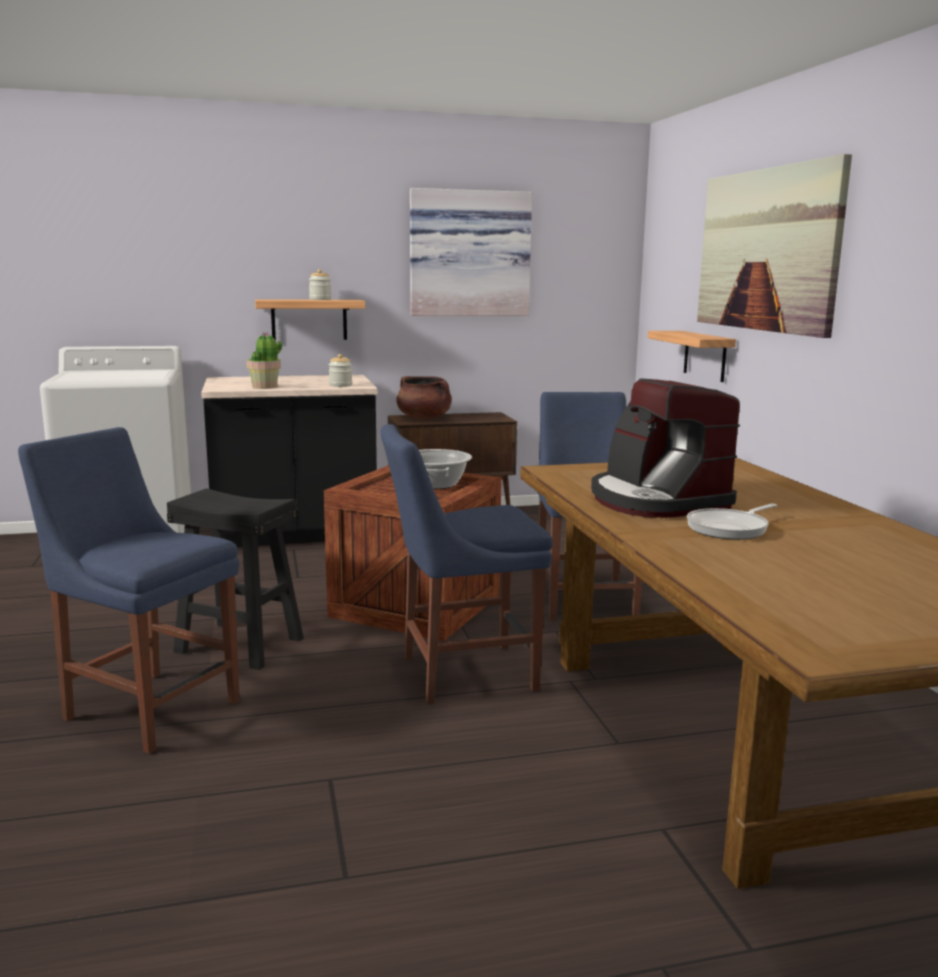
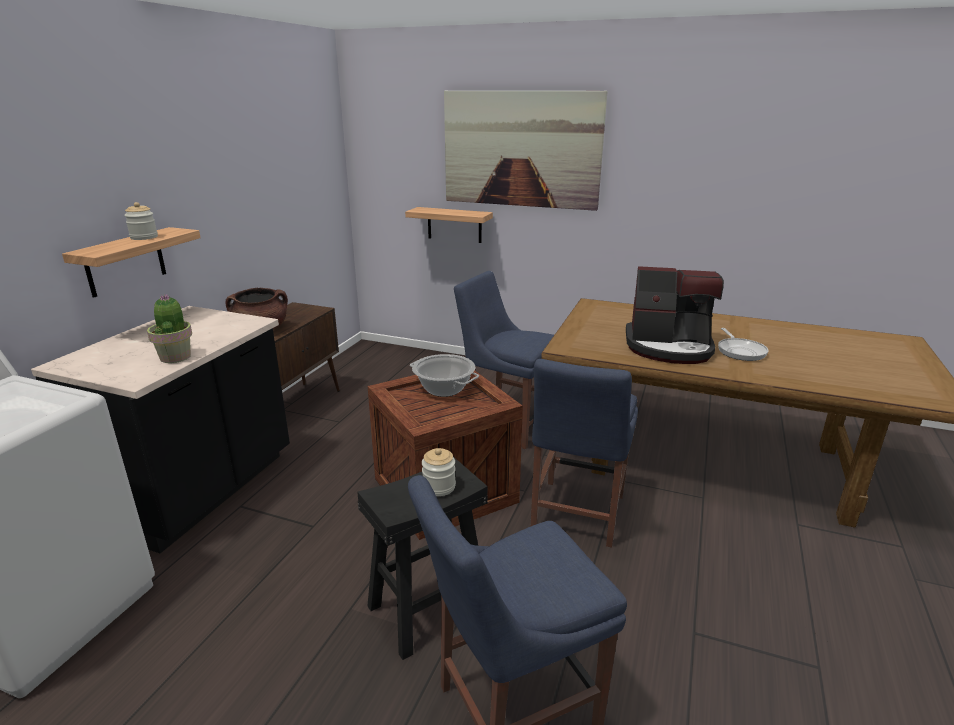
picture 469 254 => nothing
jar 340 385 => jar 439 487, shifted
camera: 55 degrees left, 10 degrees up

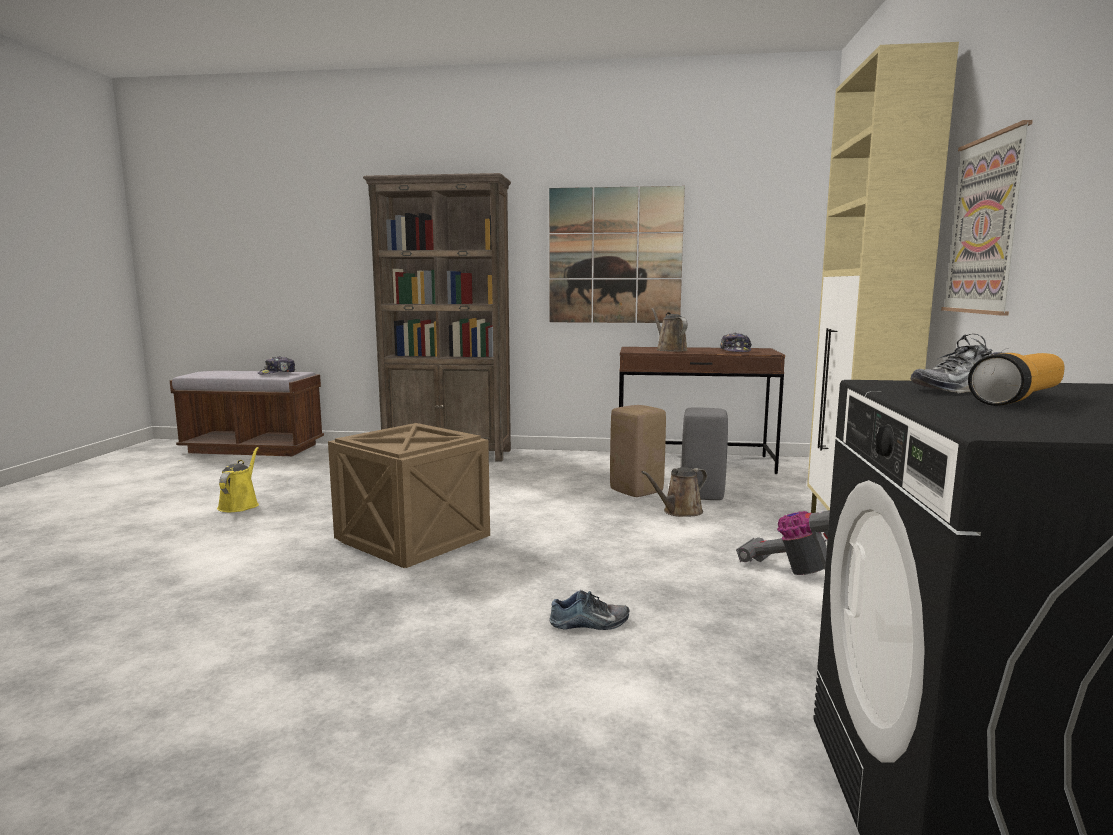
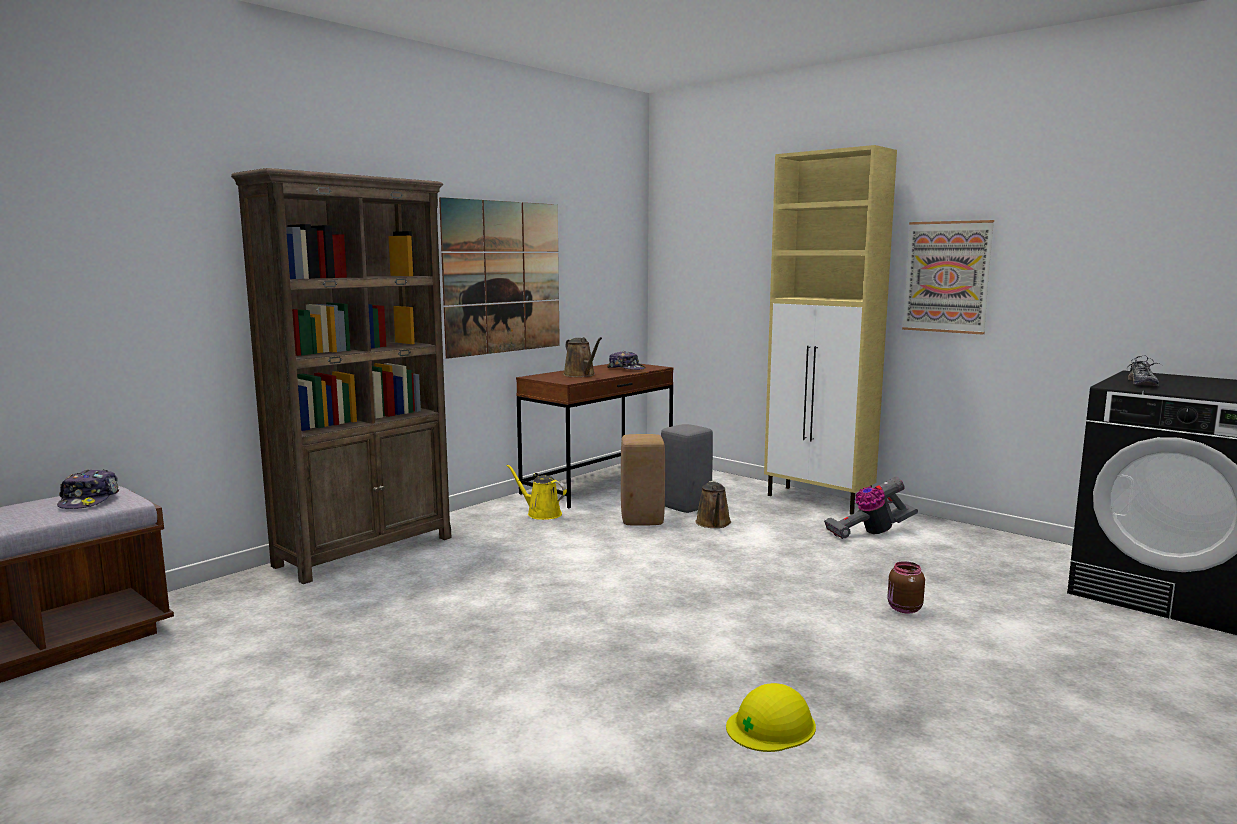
brown_watering_can 670 350 => brown_watering_can 581 375, 135 degrees counterclockwise
flashlight 1017 399 => nothing
crate 414 540 => nothing
yellow_watering_can 240 505 => yellow_watering_can 541 514, shifted
shoe 590 623 => brown_jar 903 609
nothing => yellow_hard_hat 771 726
camera: 55 degrees left, 0 degrees up

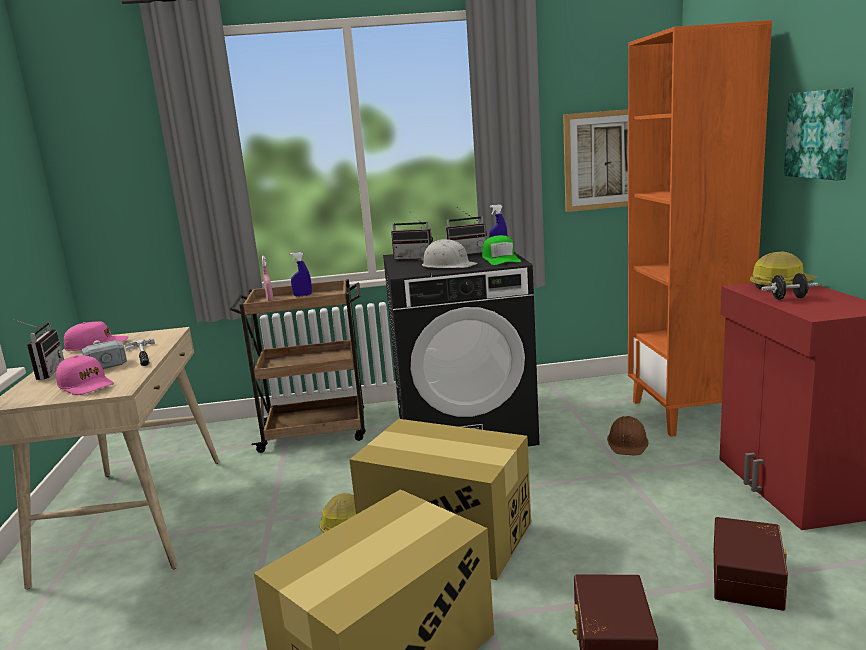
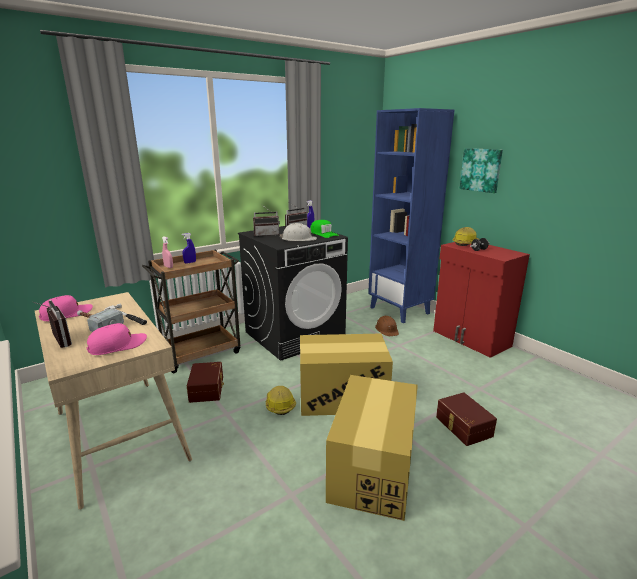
orange_bookcase 686 414 => blue_bookcase 400 310
picture 602 160 => nothing
pink_cap 86 385 => pink_cap 118 345, 45 degrees counterclockwise
brown_storage_box 749 578 => brown_storage_box 207 389, shifted
camera: 30 degrees left, 5 degrees up

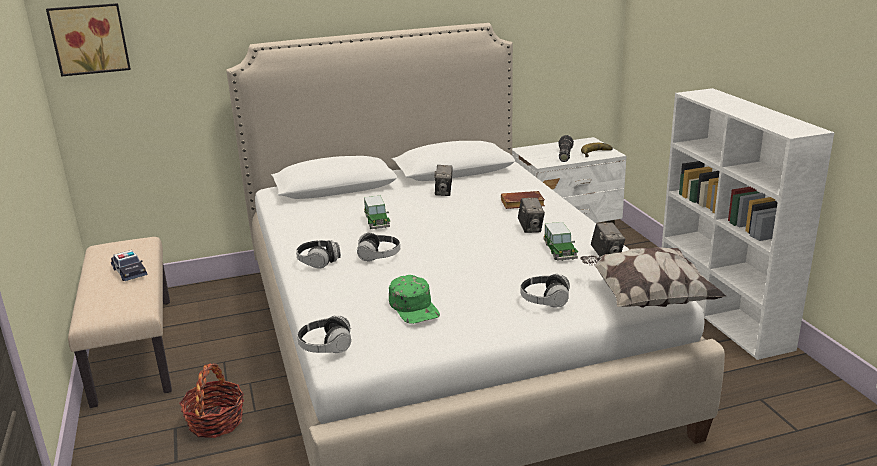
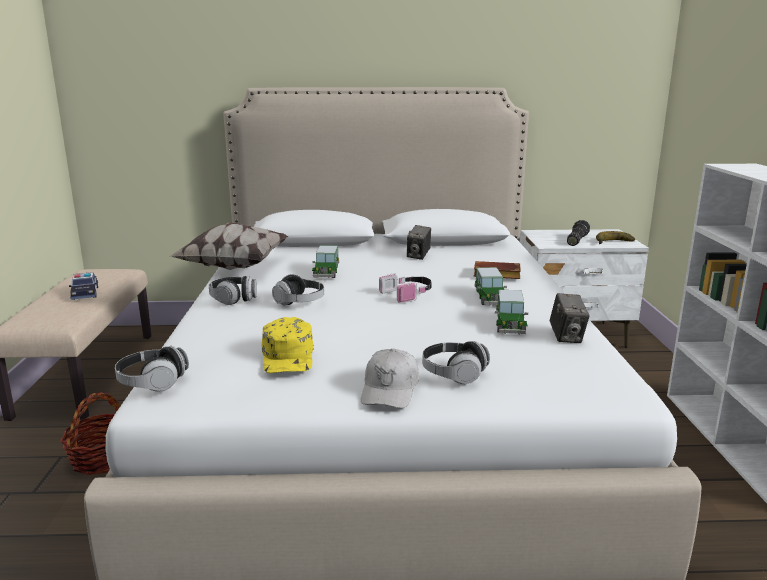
picture 89 39 => nothing
photo_camera 530 228 => toy_car 490 298
pillow 646 298 => pillow 233 266, shifted
green_cap 414 307 => yellow_cap 288 356
nothing => headphones 408 294
nothing => white_cap 390 390
camera: 15 degrees right, 5 degrees down

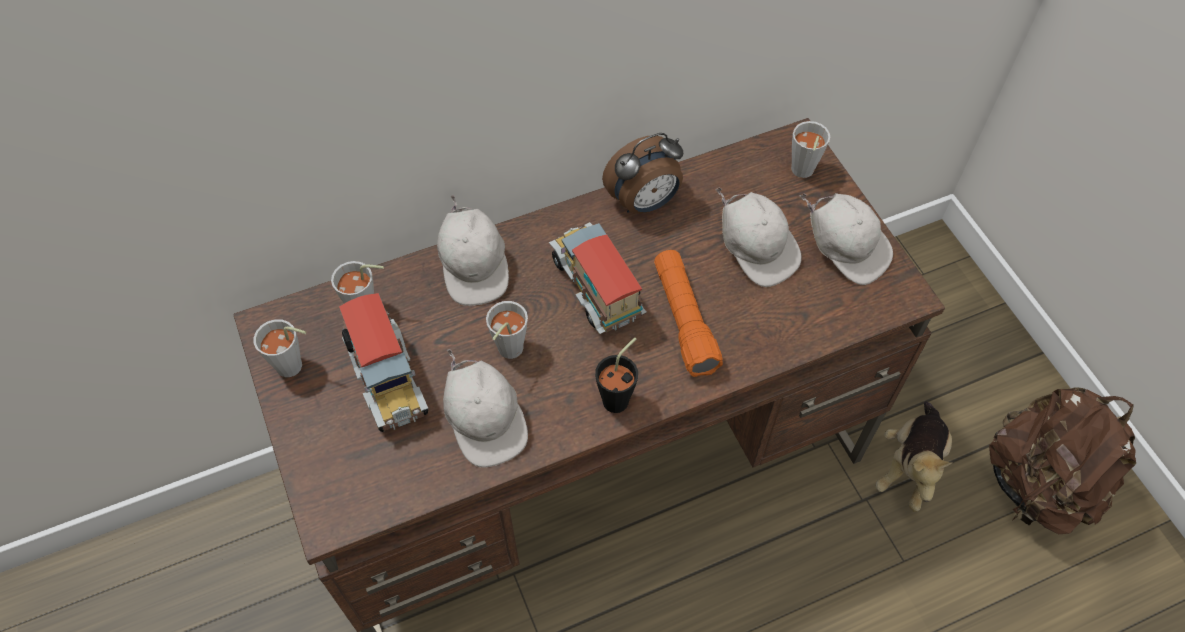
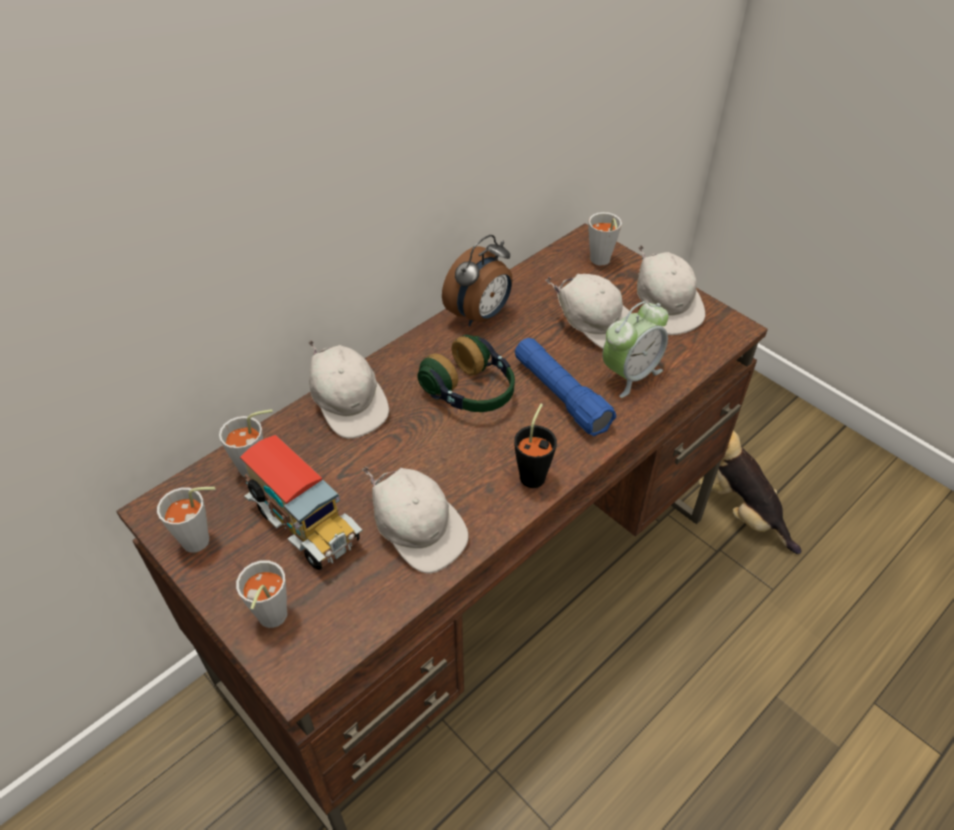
white_cap 845 249 => white_cap 665 307, 45 degrees clockwise
toy_truck 597 289 => headphones 471 392
orange_flashlight 684 320 => blue_flashlight 560 395
grey_cup 507 352 => grey_cup 270 621, shifted
brown_backpack 1038 484 => nothing
plush_toy 910 466 => plush_toy 741 512, 135 degrees clockwise
nothing => alarm_clock 630 374
camera: 20 degrees left, 10 degrees down

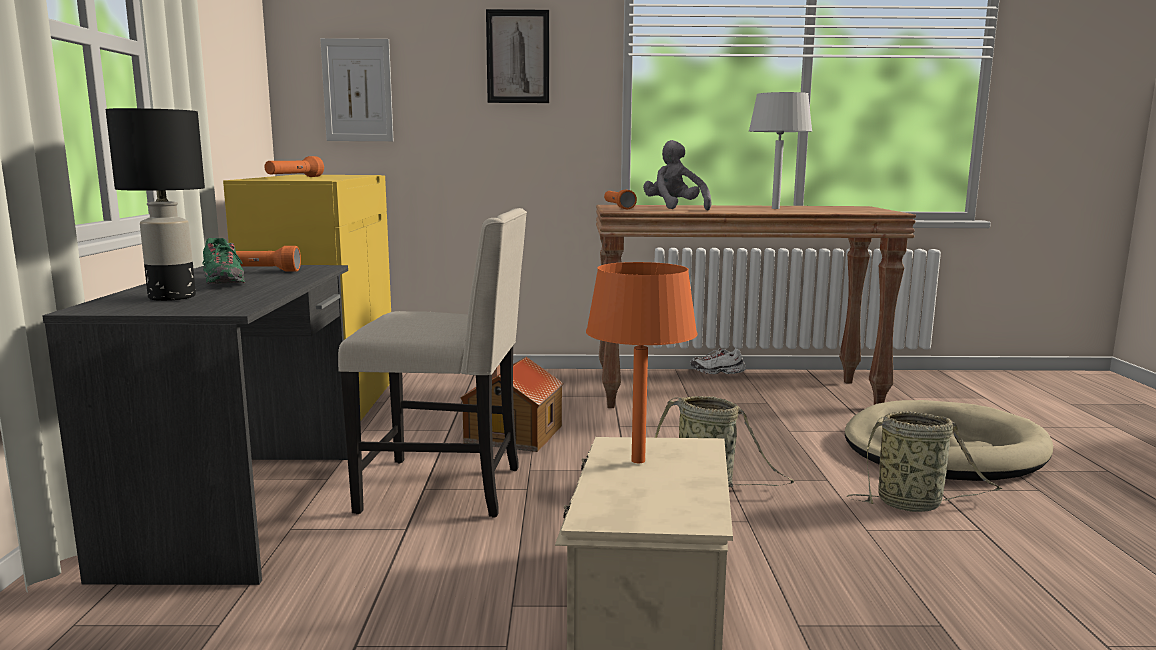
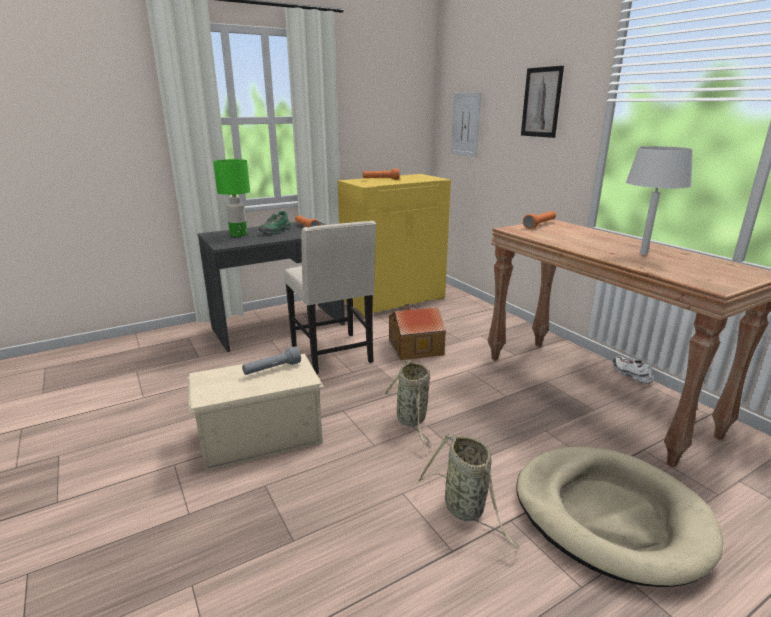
black_table_lamp 172 297 => green_table_lamp 239 235
grey_plush_toy 674 209 => nothing
orange_table_lamp 638 461 => grey_flashlight 272 369
camera: 60 degrees right, 10 degrees up

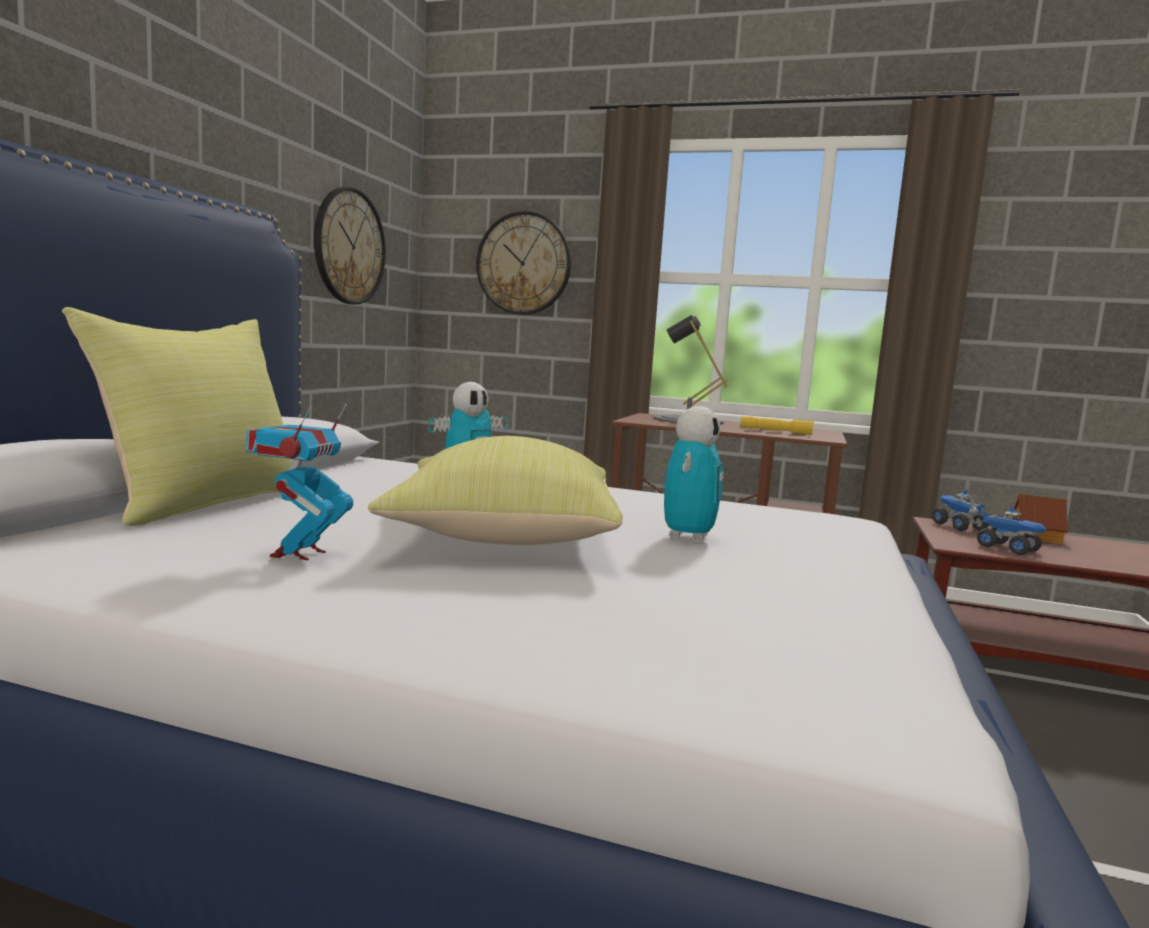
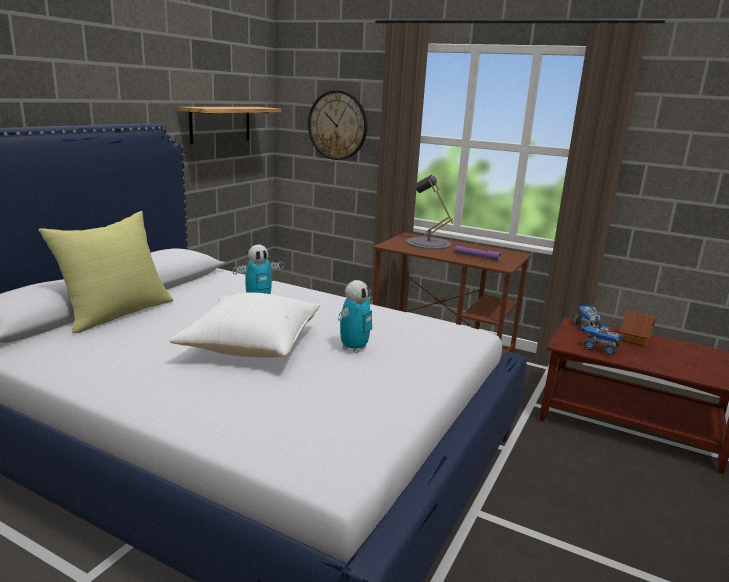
wall_clock 349 246 => shelf 220 124
toy_robot 298 553 => nothing
yellow_flashlight 775 431 => purple_flashlight 477 257
yellow_pillow 503 536 => white_pillow 251 346
toy_truck 1008 549 => toy_truck 600 349, 150 degrees clockwise
camera: 10 degrees right, 10 degrees up

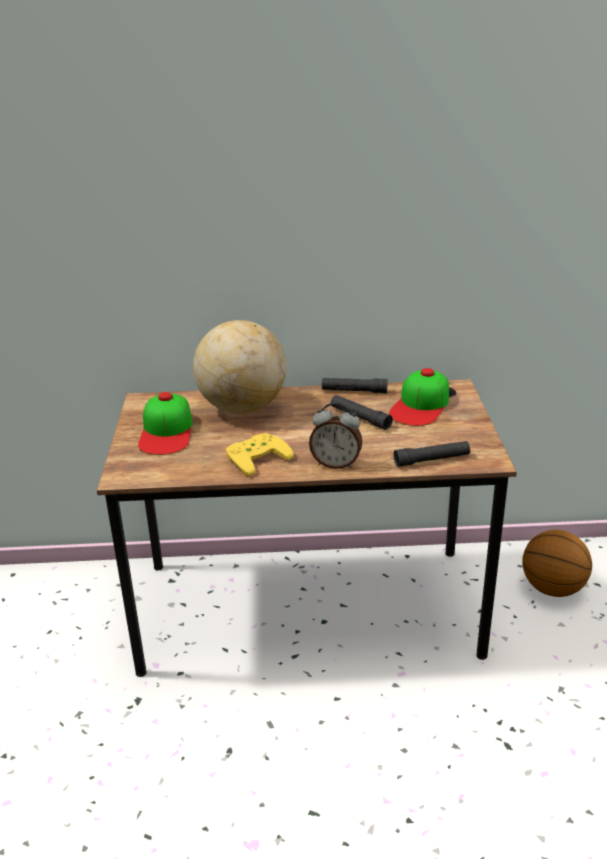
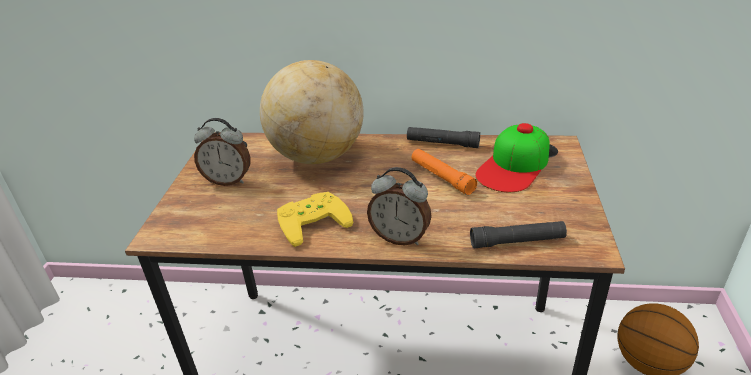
cap 166 431 => alarm_clock 228 180
black_flashlight 360 418 => orange_flashlight 442 177
camera: 10 degrees right, 5 degrees up

